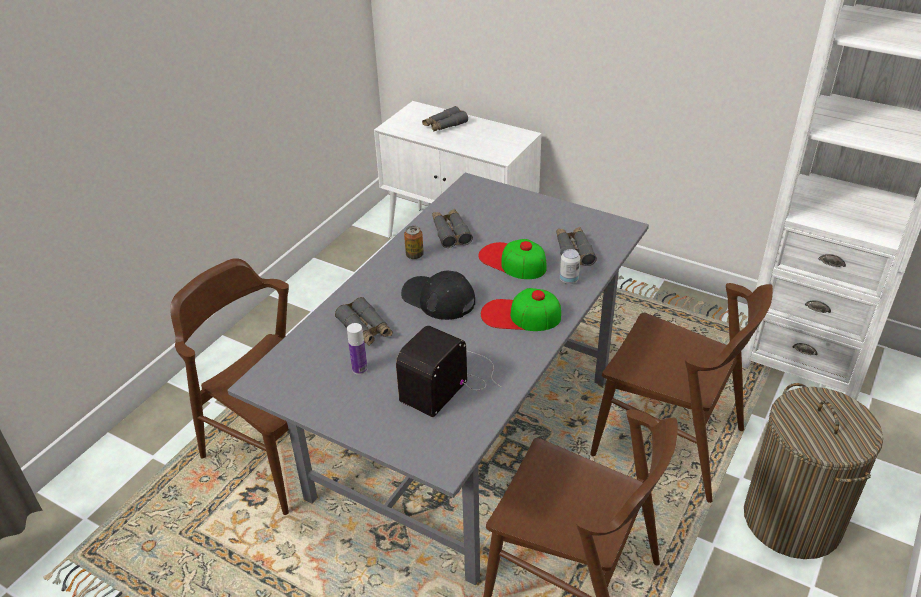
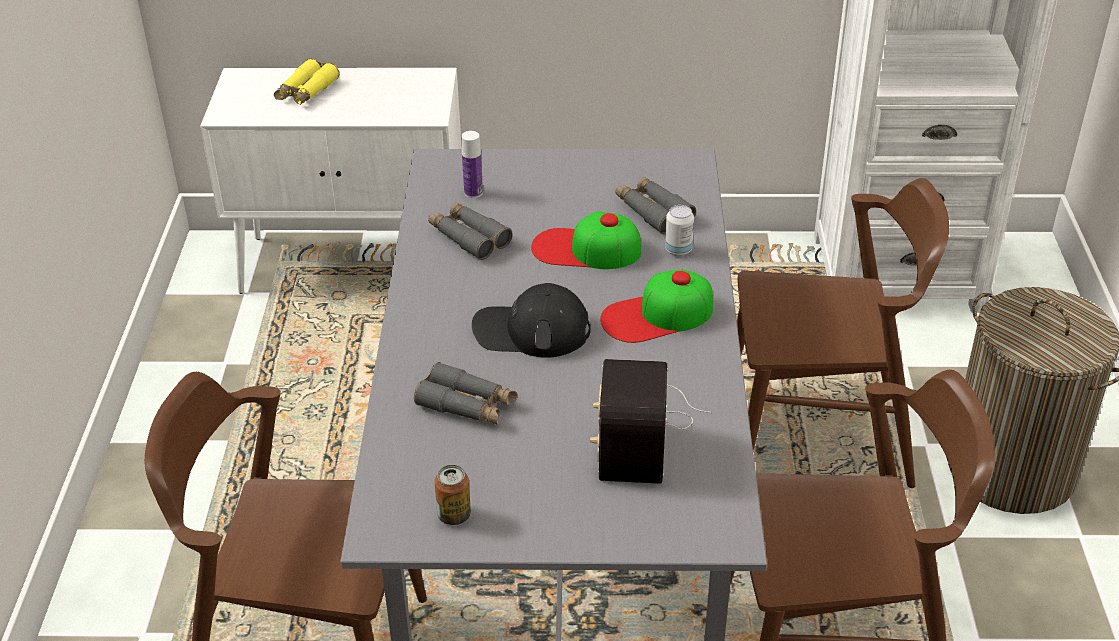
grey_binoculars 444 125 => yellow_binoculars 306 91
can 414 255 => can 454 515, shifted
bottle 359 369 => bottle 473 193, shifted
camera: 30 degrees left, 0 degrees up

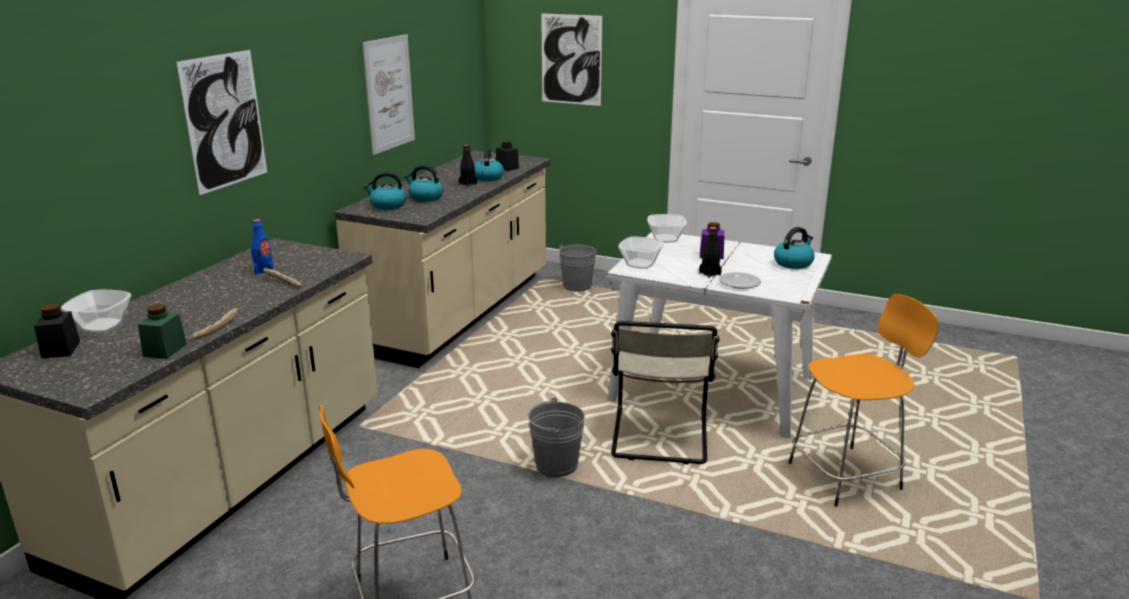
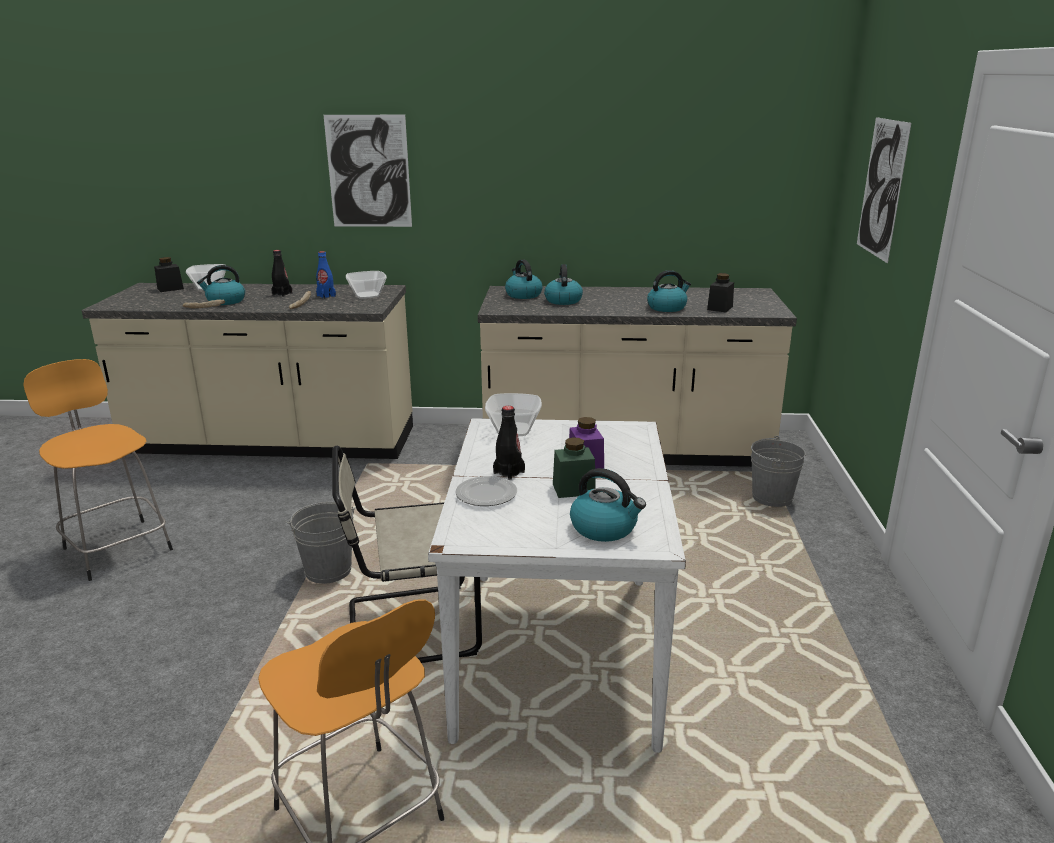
picture 389 93 => nothing
black_bottle 468 184 => black_bottle 282 294, shifted
bowl 665 238 => bowl 368 295, shifted
green_jar 165 350 => green_jar 573 489, shifted
nothing => kettle 225 301
camera: 70 degrees right, 0 degrees up

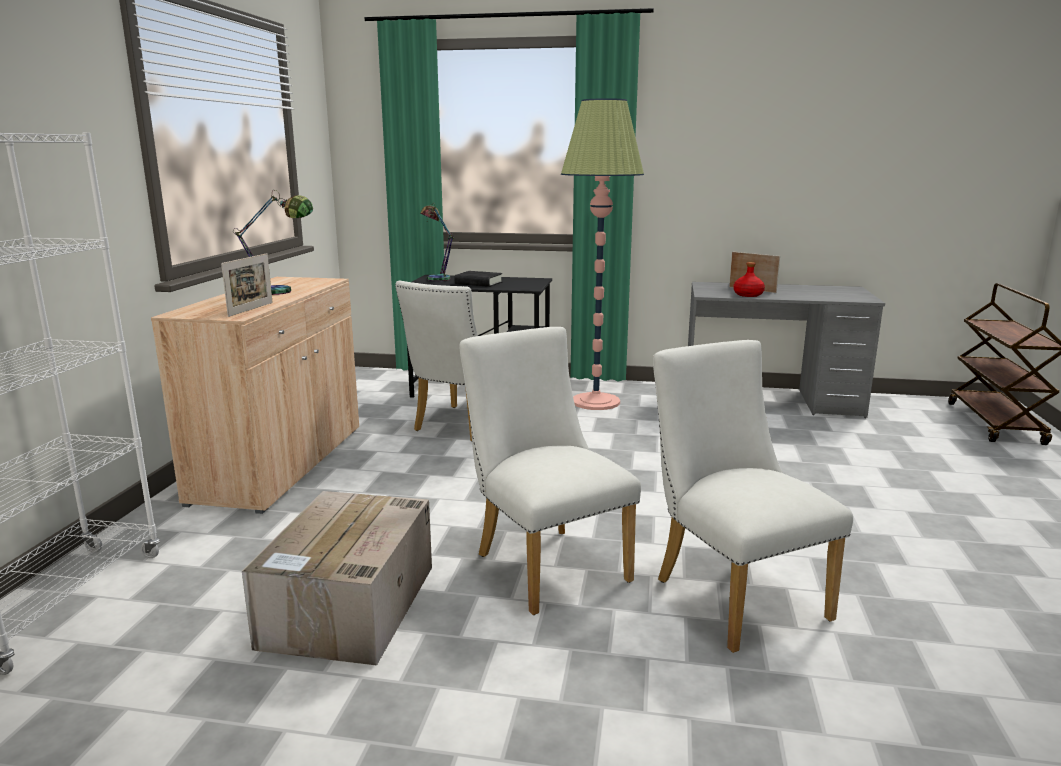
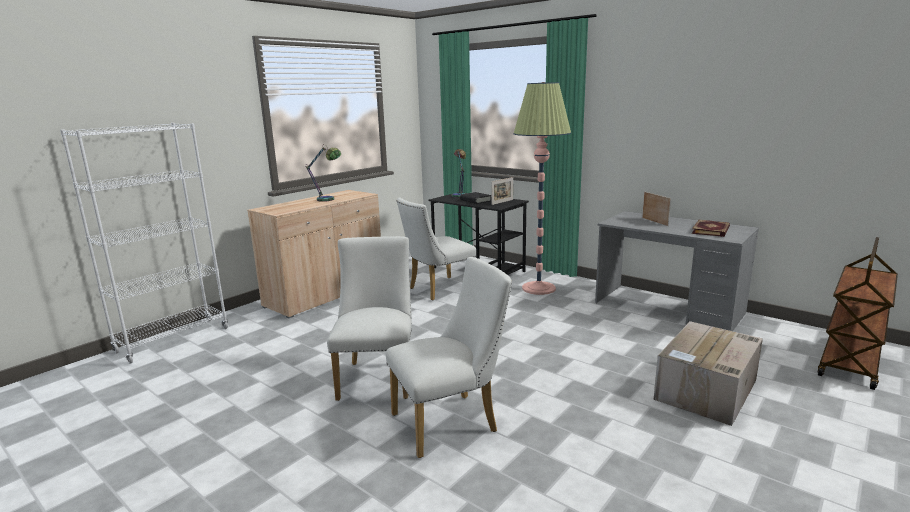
picture_frame 251 309 => picture_frame 502 202, shifted
red_bottle 748 295 => nothing
white_chair 732 593 => white_chair 451 421, 60 degrees clockwise
cardboard_box 349 607 => cardboard_box 705 390, shifted
nothing => book 711 230
camera: 30 degrees right, 0 degrees up

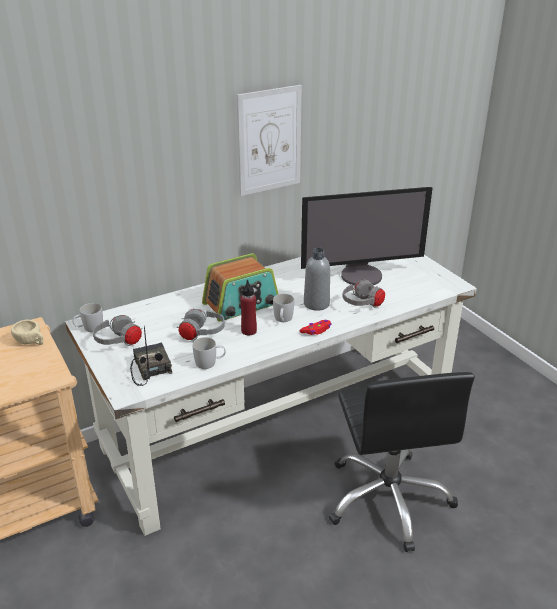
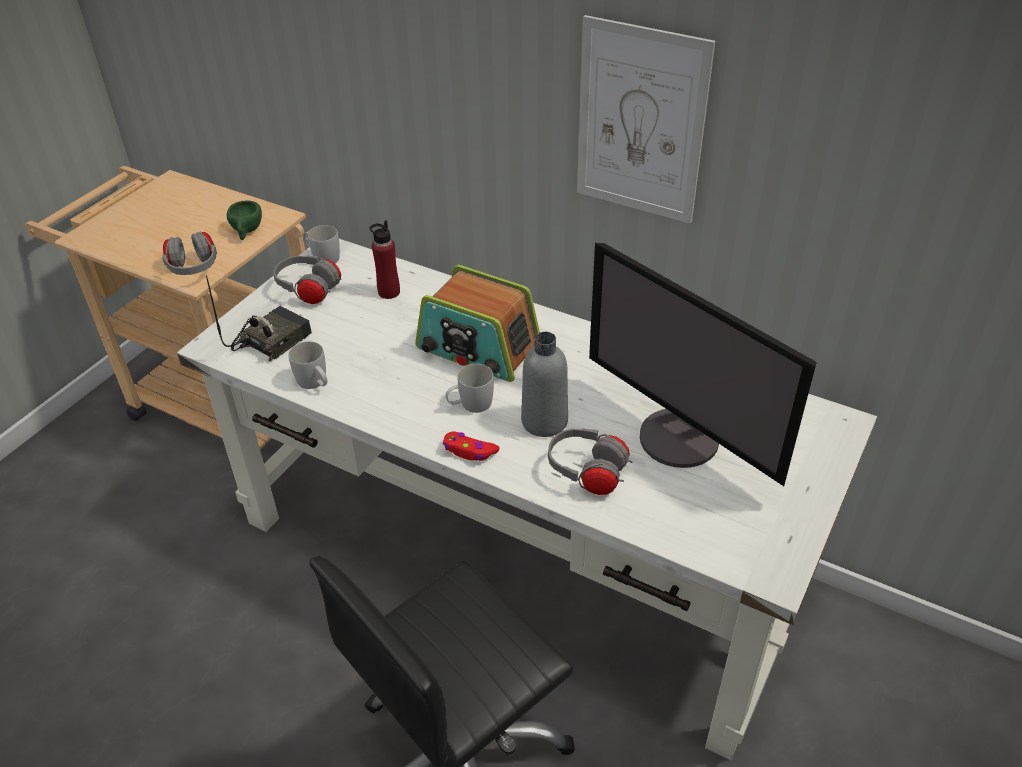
red_bottle 249 331 => red_bottle 389 292, shifted
grey_headphones 202 334 => grey_headphones 194 270, shifted
beige_cup 31 342 => green_cup 247 232
camera: 60 degrees right, 10 degrees up

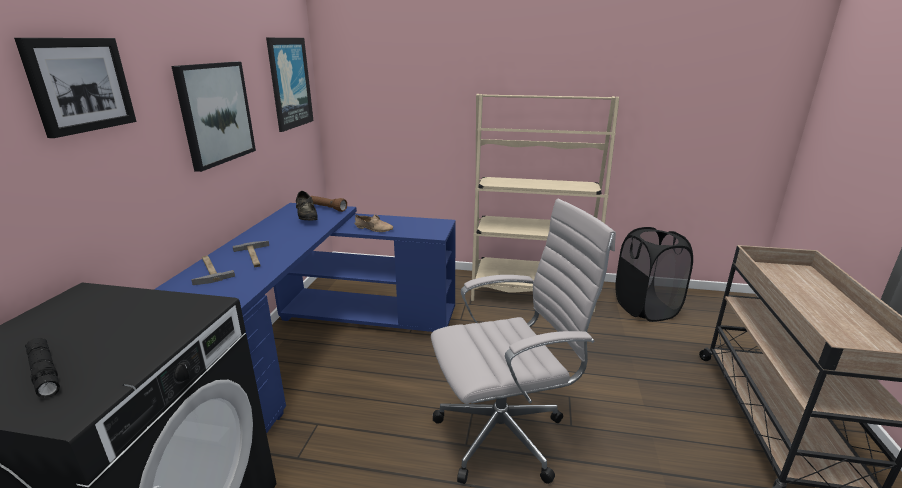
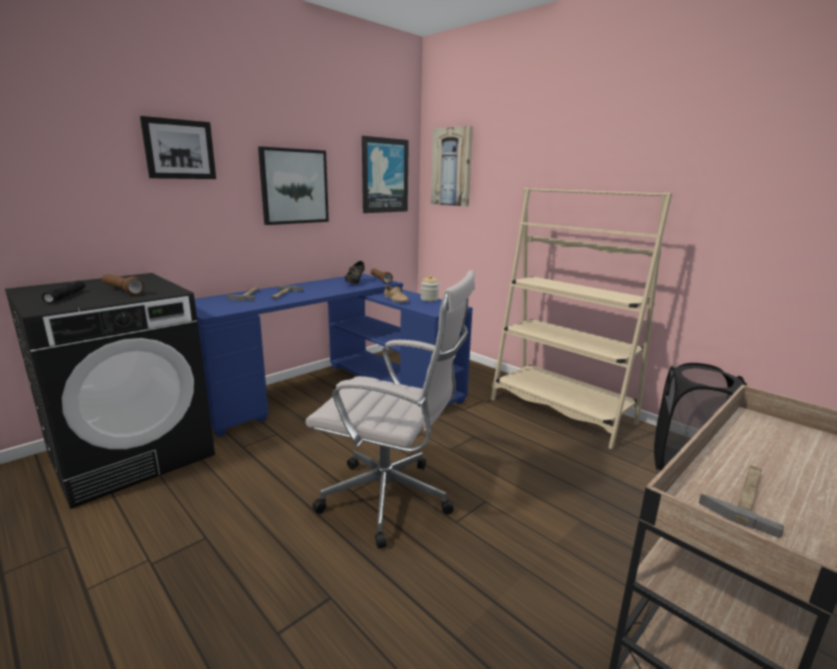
nothing => picture 452 167
nothing => brown_flashlight 122 291
nothing => jar 429 299
nothing => hammer 744 495
camera: 35 degrees right, 5 degrees down

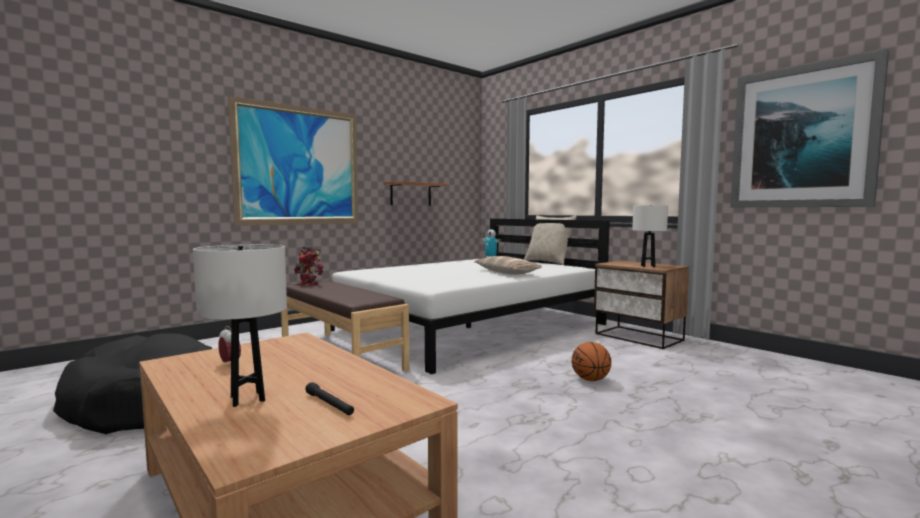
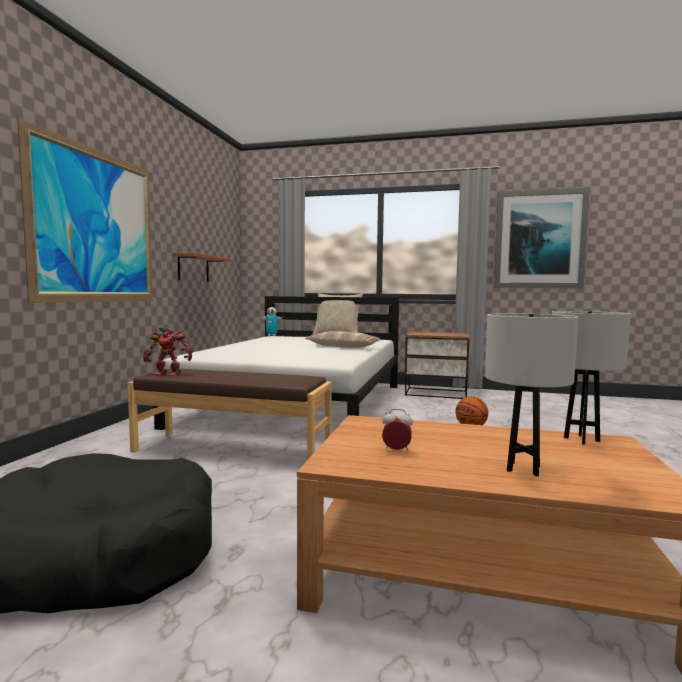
white_table_lamp 648 266 => white_table_lamp 582 439, shifted
black_flashlight 329 404 => nothing
camera: 35 degrees left, 0 degrees up

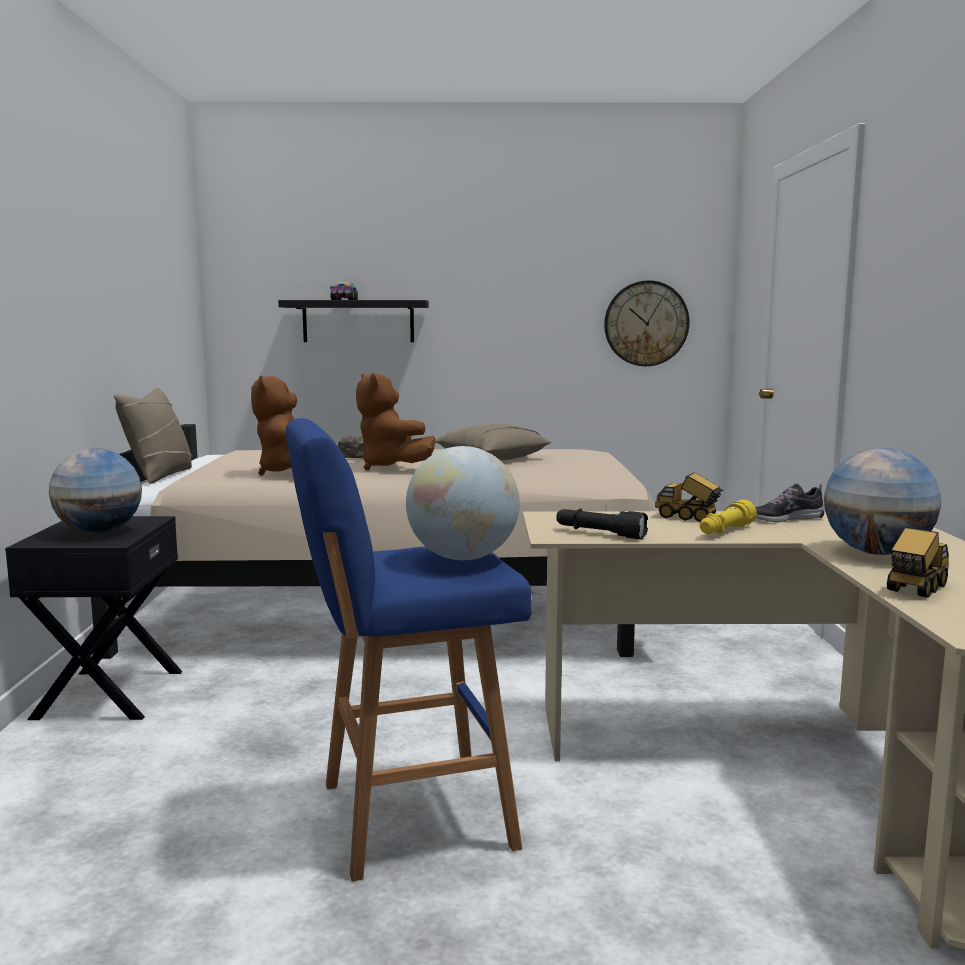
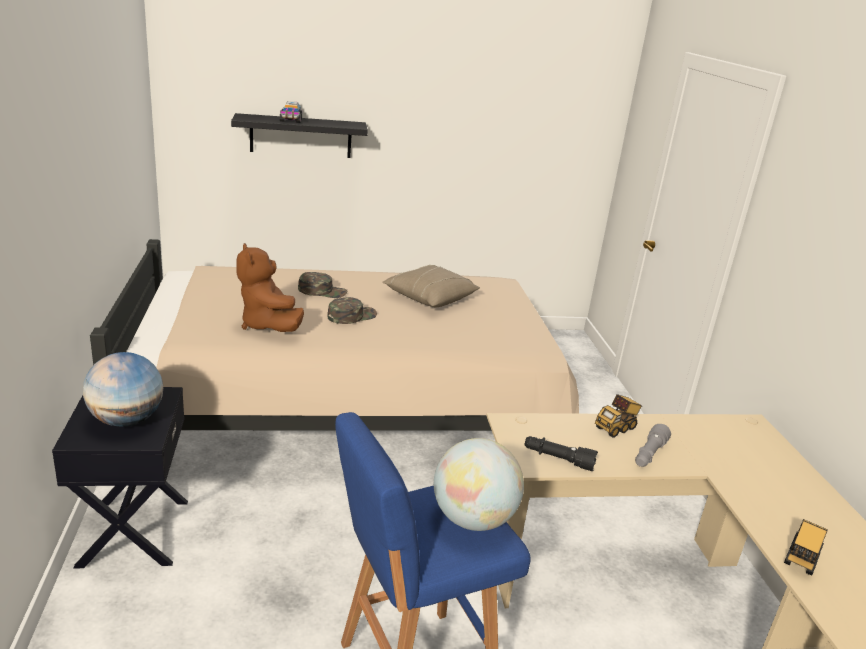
wall_clock 646 323 => nothing
brown_plush_toy 391 467 => green_cap 351 316
beige_pillow 159 475 => nothing
globe 877 553 => nothing
toy_truck 688 518 => toy_truck 616 428, 60 degrees counterclockwise
shoe 785 519 => nothing
yellow_flashlight 725 531 => grey_flashlight 649 455
camera: 10 degrees left, 15 degrees up

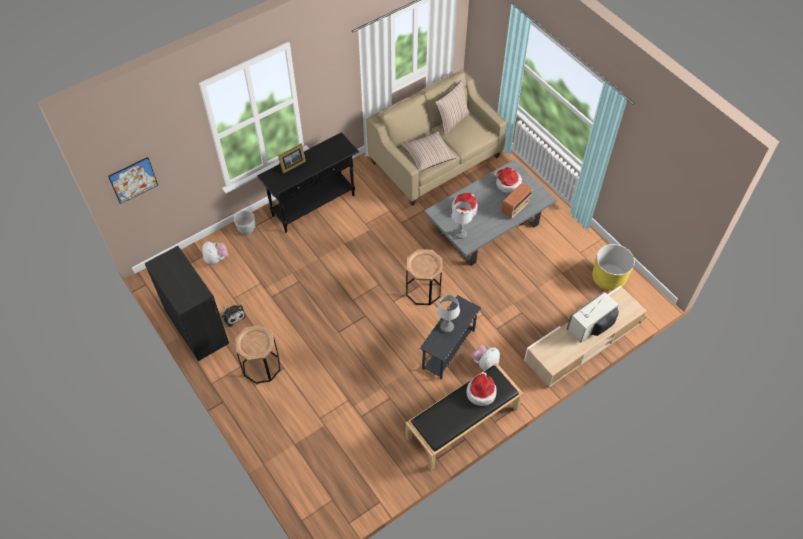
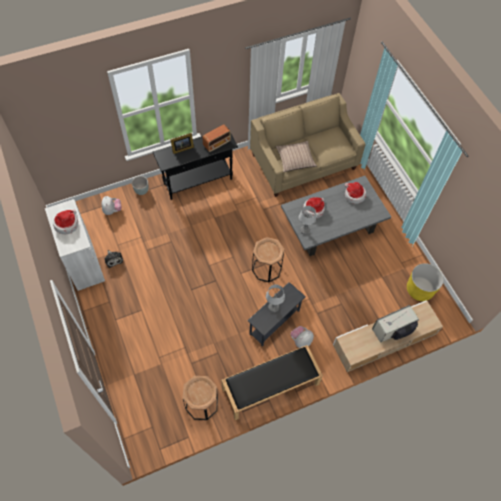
pillow 452 121 => nothing
picture 133 180 => nothing
radio 516 207 => radio 217 143, shifted
black_cabinet 197 327 => white_cabinet 83 263
brown_side_table 261 366 => brown_side_table 201 404, shifted
hat 481 392 => hat 67 224, shifted
camera: 10 degrees right, 5 degrees up

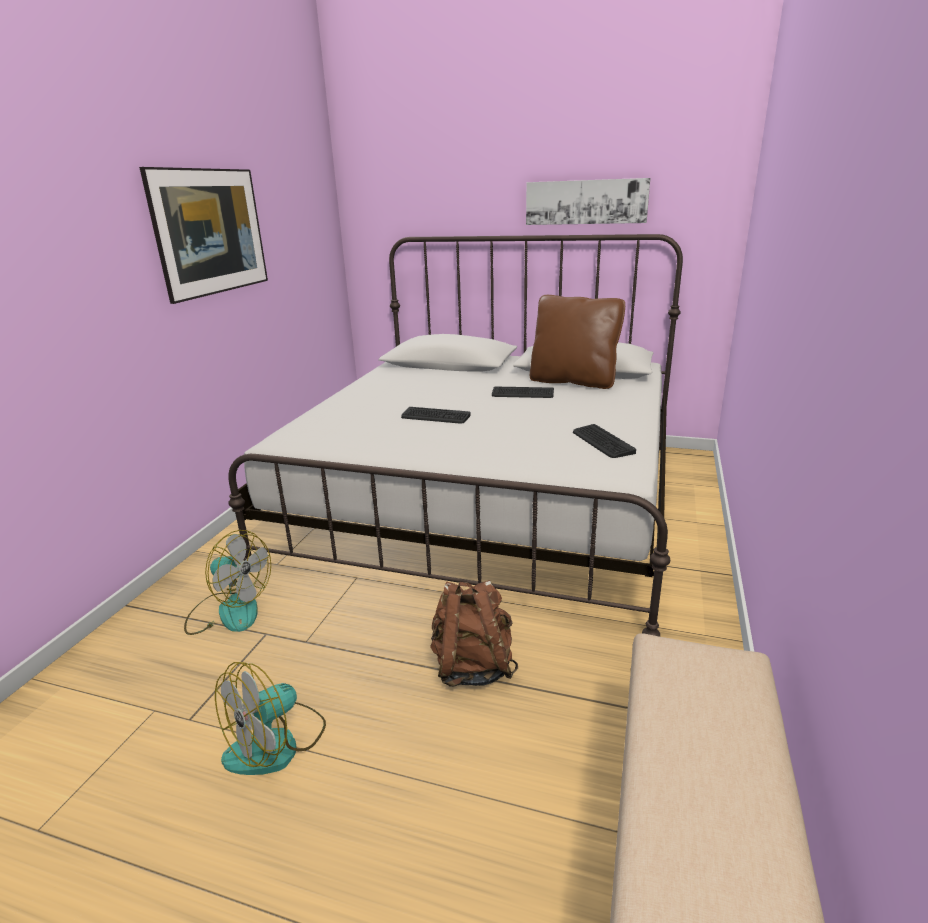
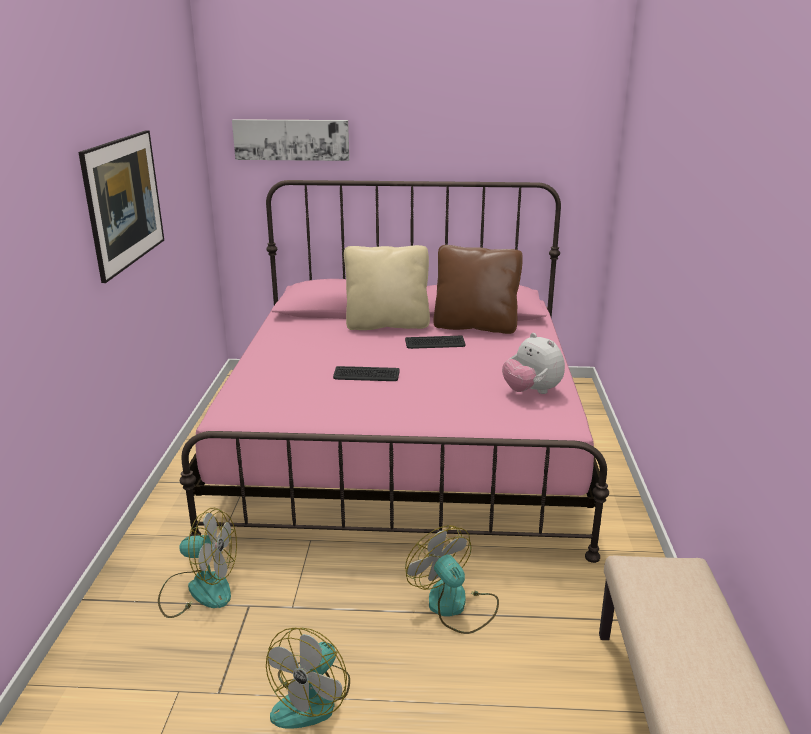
picture 586 202 => picture 291 139, shifted
white_bed 488 499 => pink_bed 403 446
keyboard 602 442 => plush_toy 531 392
brown_backpack 472 666 => fan 455 606
nothing => beige_pillow 387 324
camera: 15 degrees left, 0 degrees up

